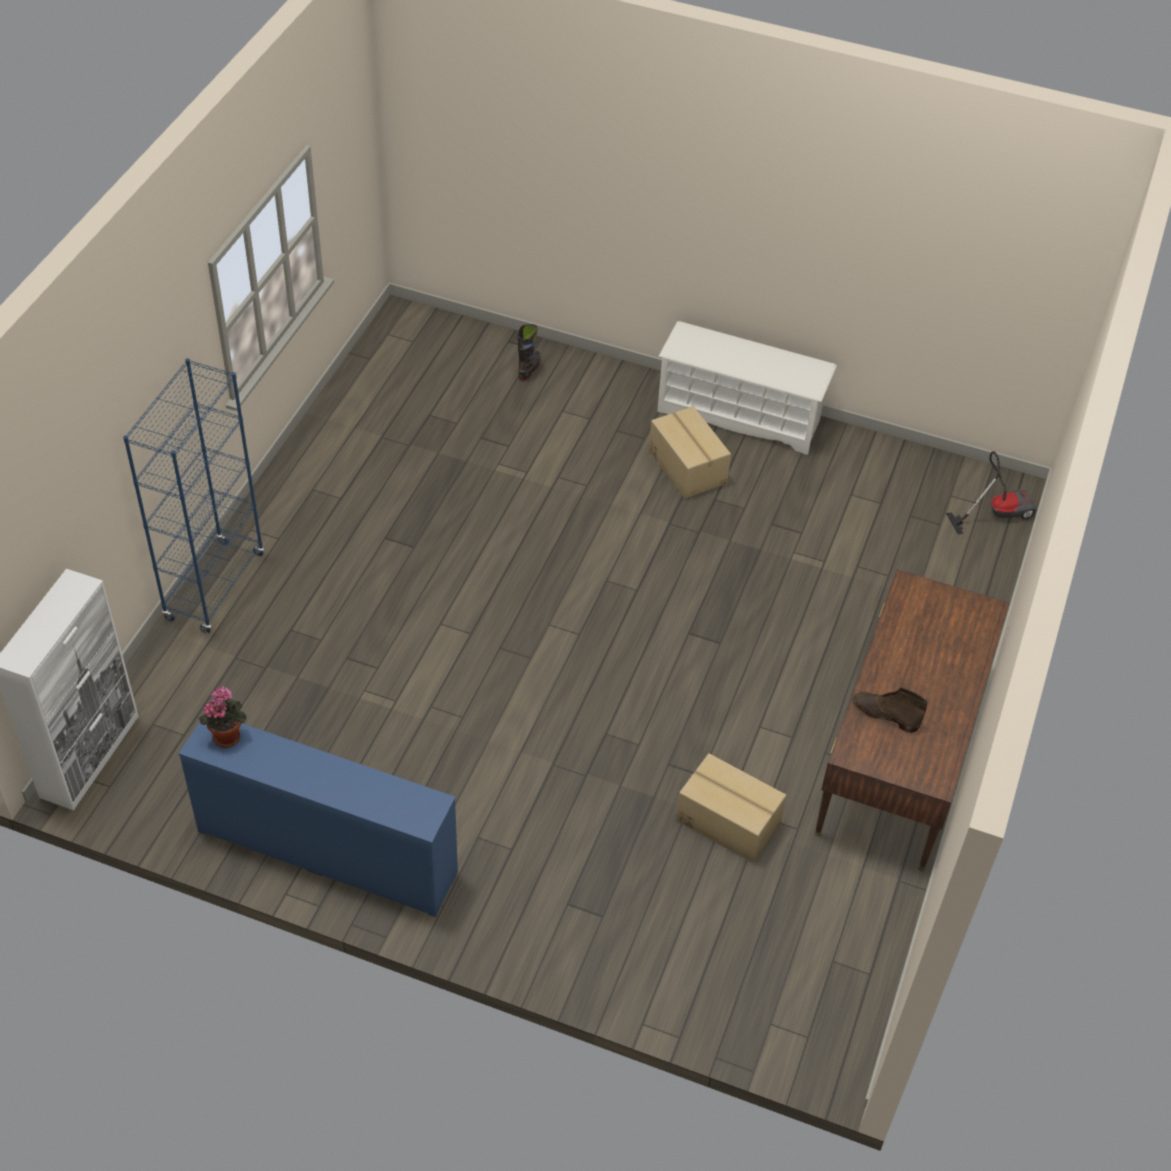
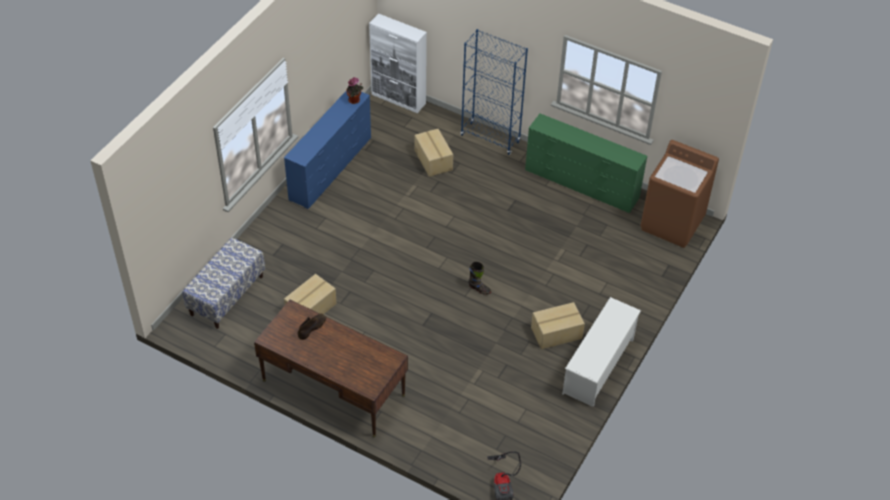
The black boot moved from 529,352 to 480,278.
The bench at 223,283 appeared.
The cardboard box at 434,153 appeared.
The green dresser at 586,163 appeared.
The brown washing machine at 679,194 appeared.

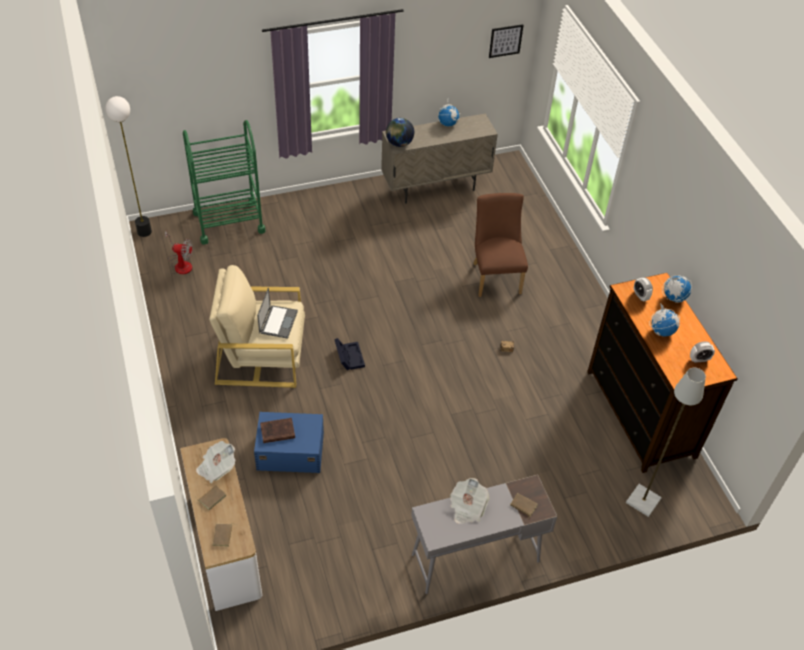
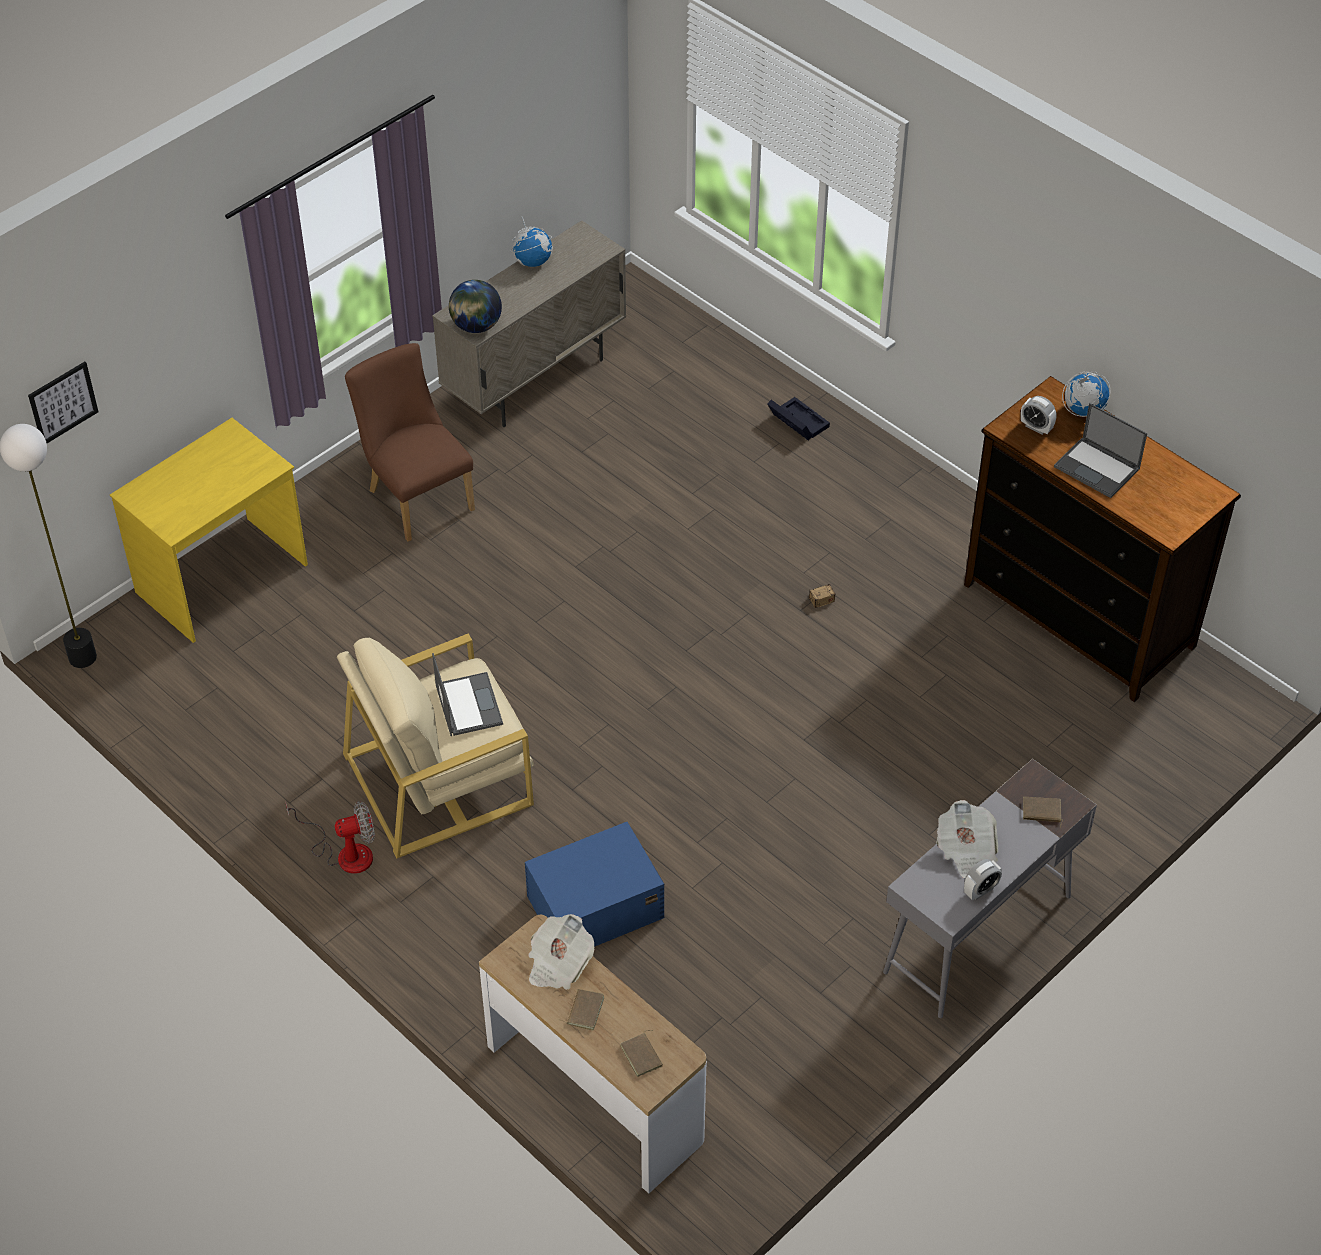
The fan moved from 179,252 to 330,837.
The green cart at 224,182 was replaced by the yellow desk at 209,530.
The brown book at 277,430 disappeared.
The black storage box moved from 350,354 to 798,419.
The brown chair moved from 500,245 to 410,442.
The picture moved from 506,41 to 63,402.
The grey floor lamp at 666,442 disappeared.
The globe at 664,319 was replaced by the laptop at 1100,450.
The alarm clock moved from 702,352 to 983,879.

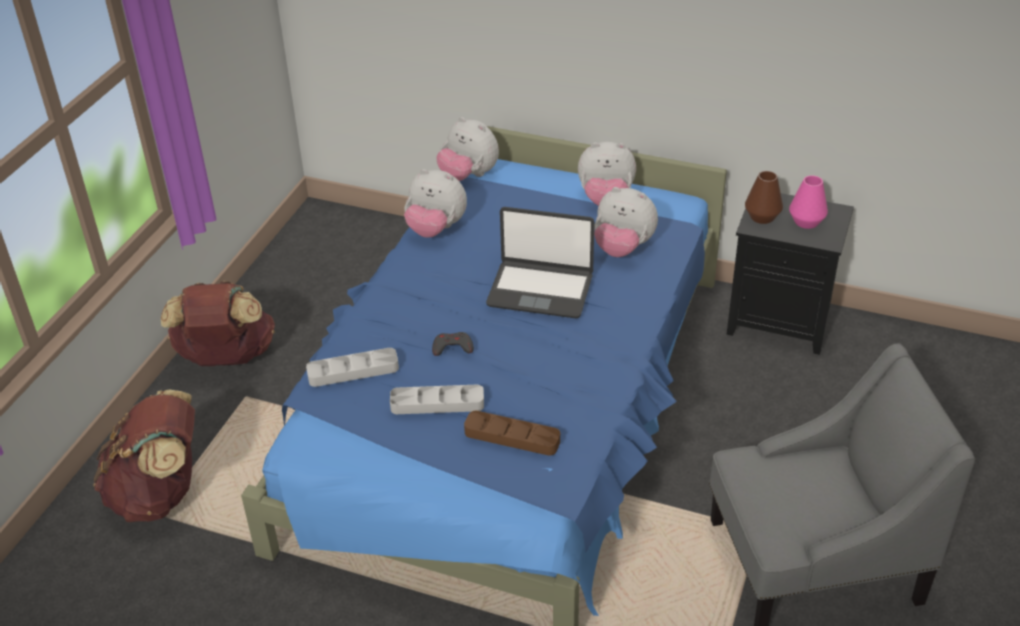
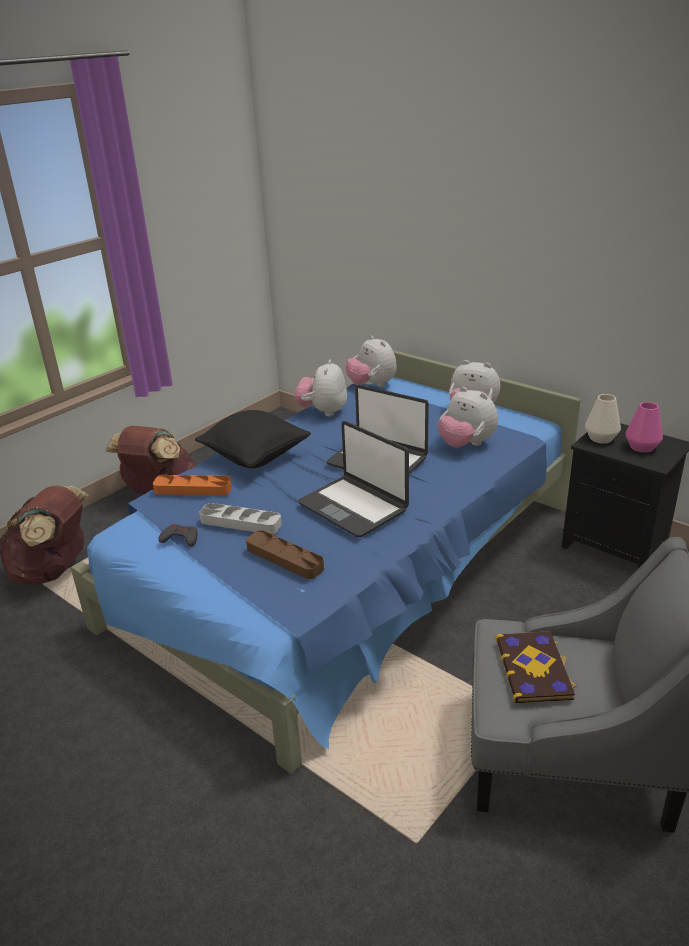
The grey tray at 352,367 became the orange tray at 192,485.
The plush toy at 435,203 turned 60 degrees clockwise.
The grey game controller moved from 453,344 to 178,535.
The brown vase at 764,197 became the white vase at 603,419.
The black pillow at 253,439 appeared.
The laptop at 353,479 appeared.
The book at 536,667 appeared.

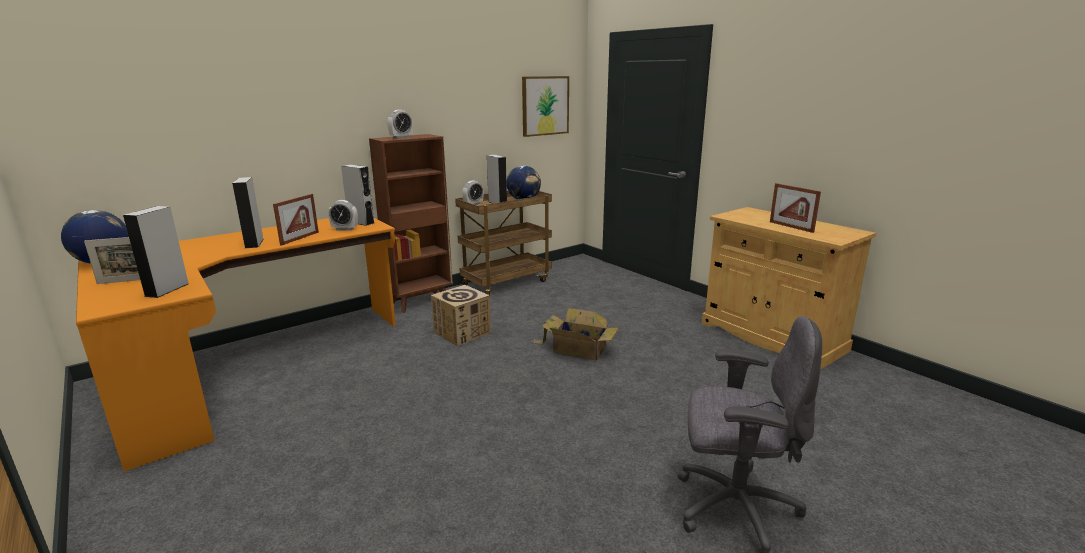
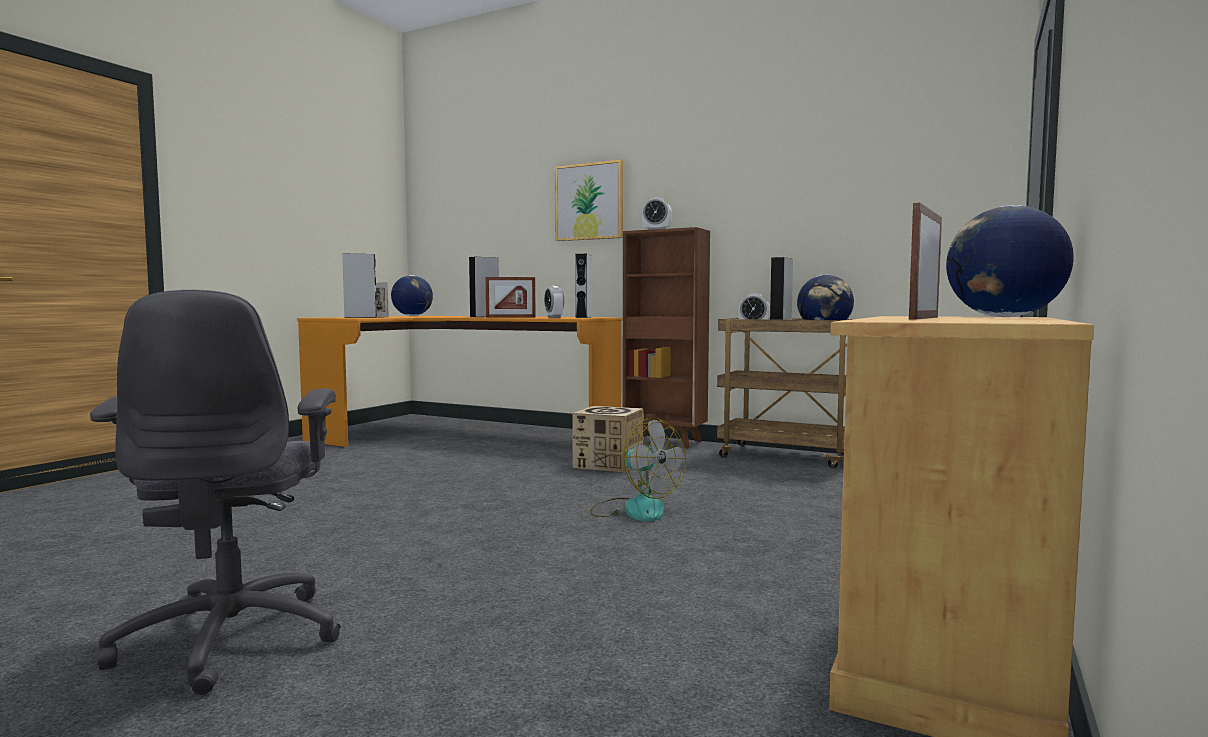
The picture moved from 545,106 to 589,200.
The cardboard box at 575,334 was replaced by the fan at 638,470.
The globe at 1010,261 appeared.

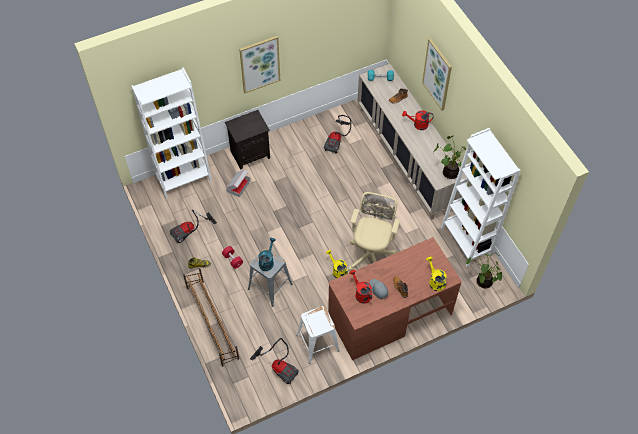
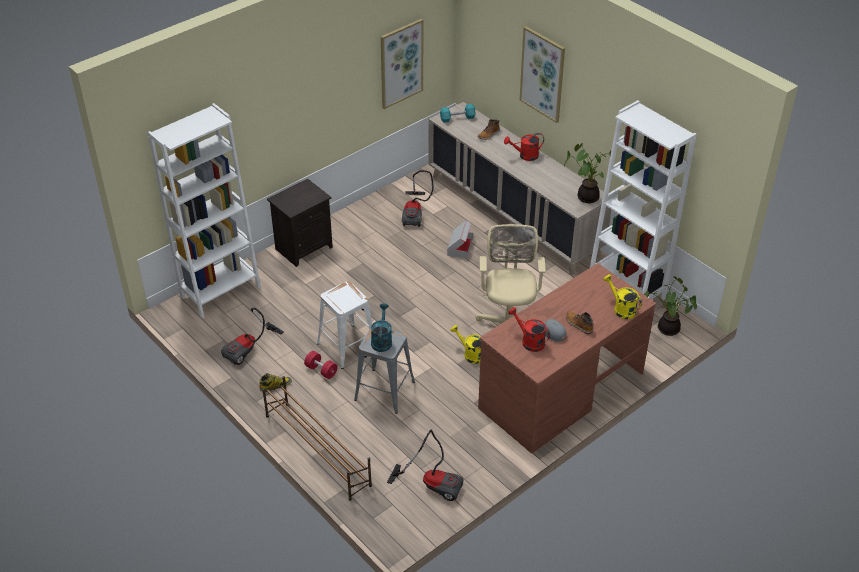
The cardboard box moved from 238,183 to 460,239.
The picture moved from 259,64 to 402,64.
The white stool moved from 318,334 to 344,325.

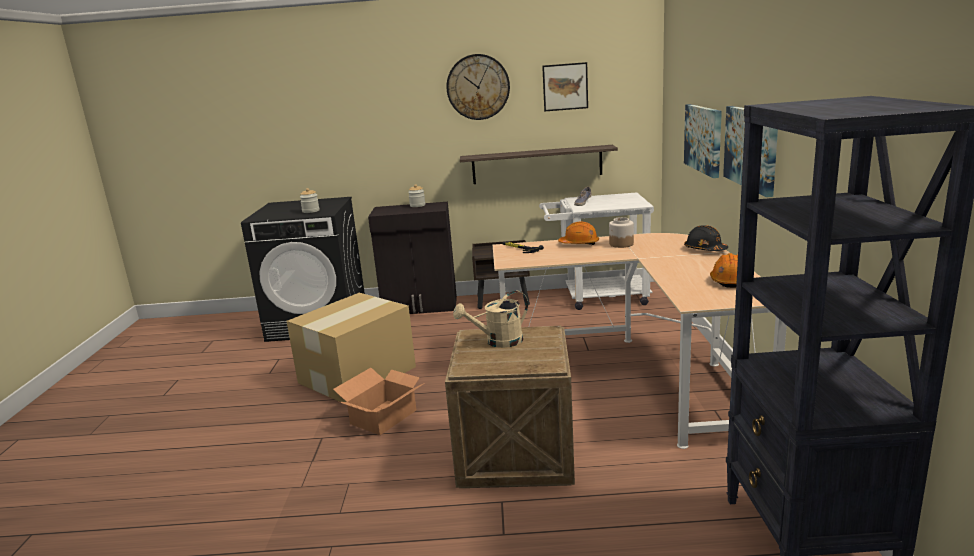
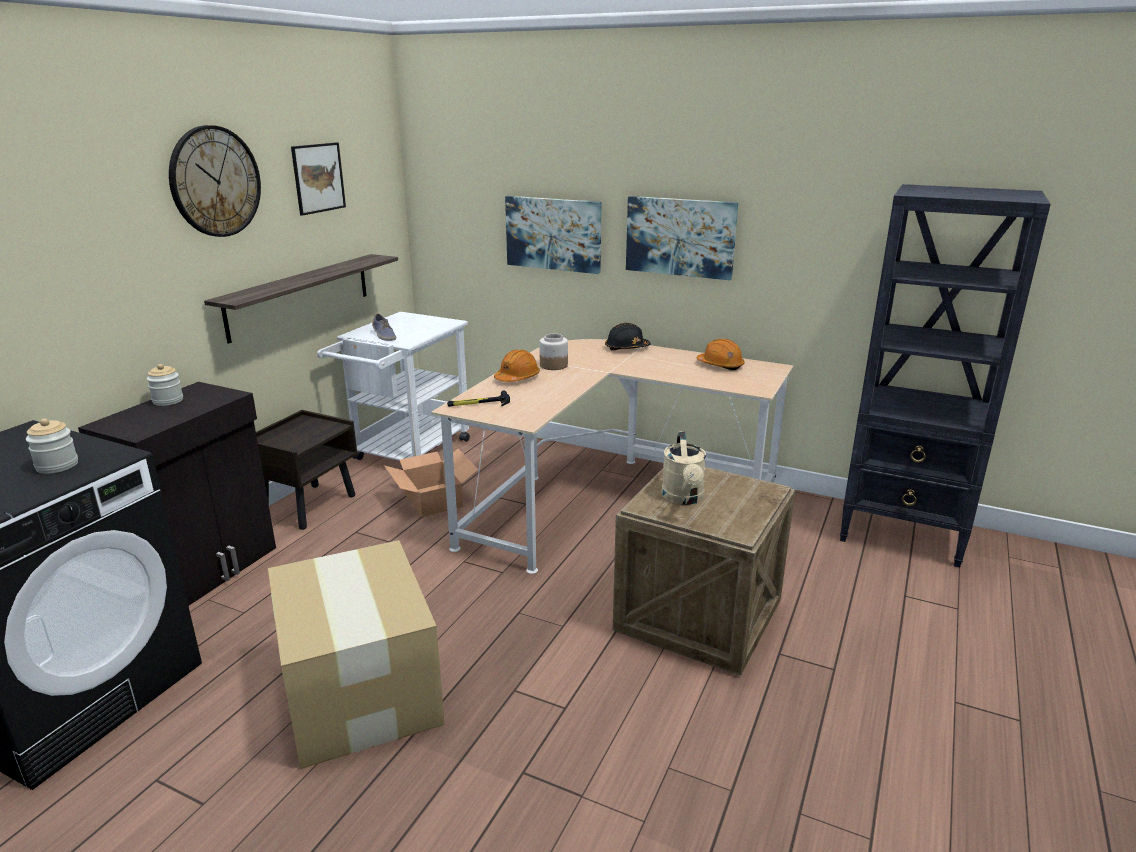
The cardboard box moved from 379,401 to 431,483.

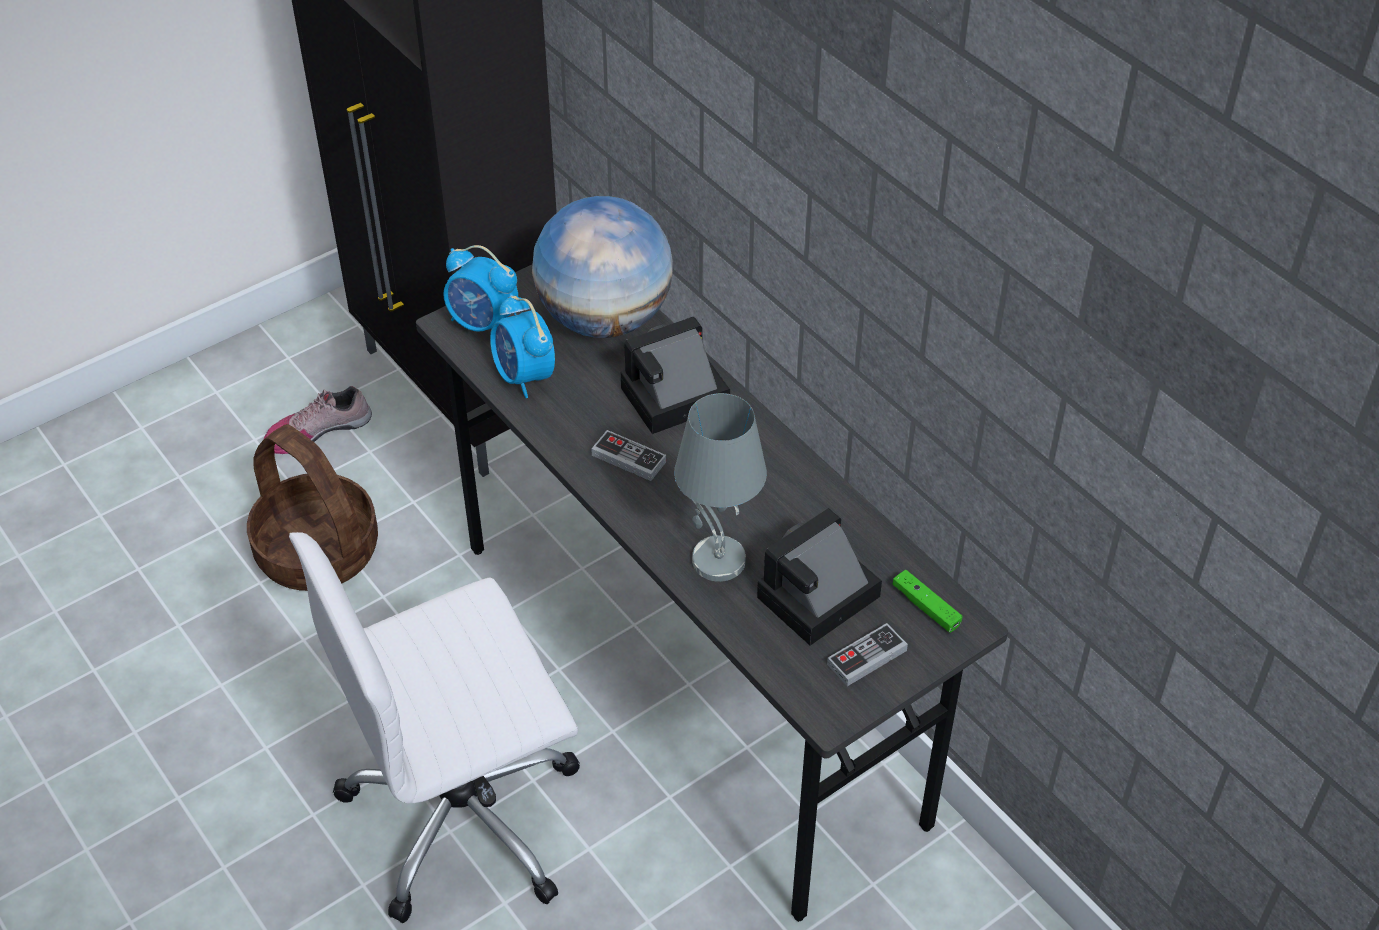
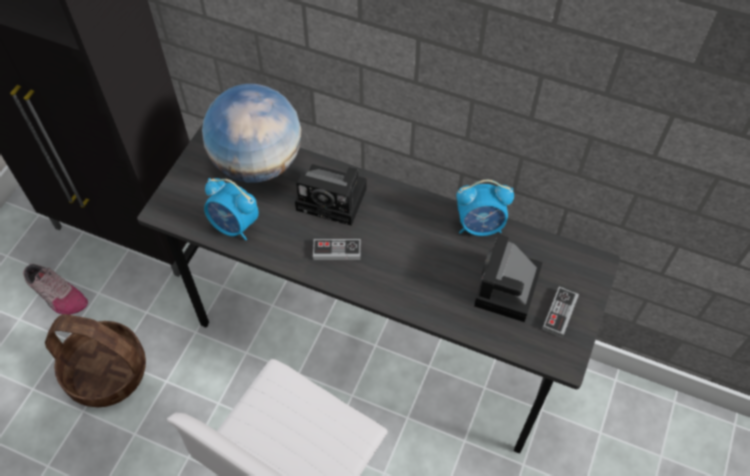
The shoe at 318,420 turned 90 degrees counterclockwise.
The alarm clock moved from 480,288 to 485,208.
The photo camera at 675,375 turned 105 degrees counterclockwise.
The grey table lamp at 720,487 disappeared.
The green game controller at 927,601 disappeared.

